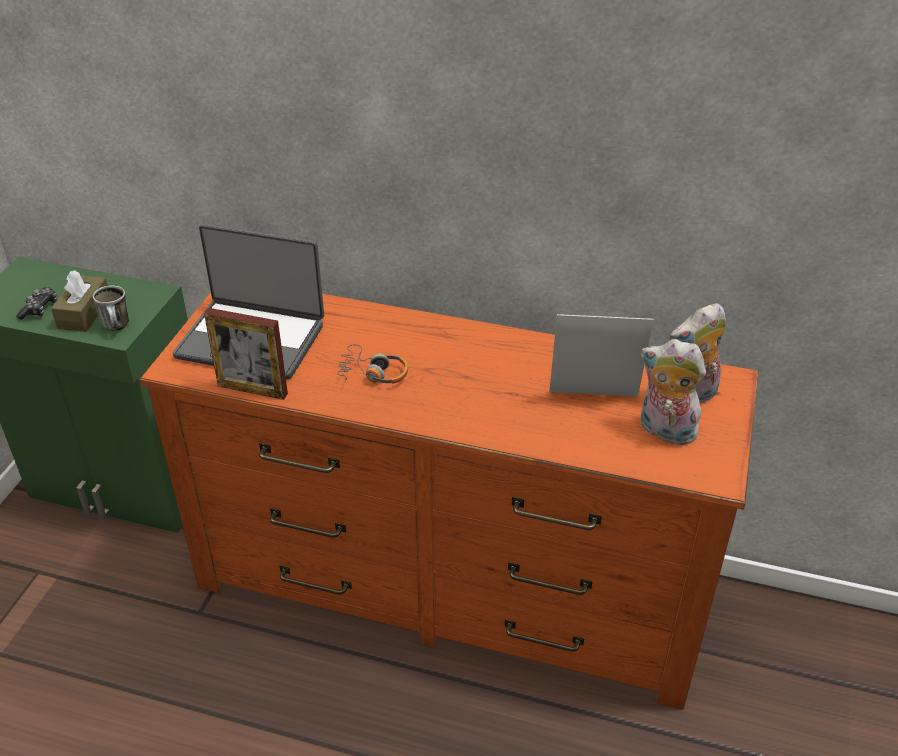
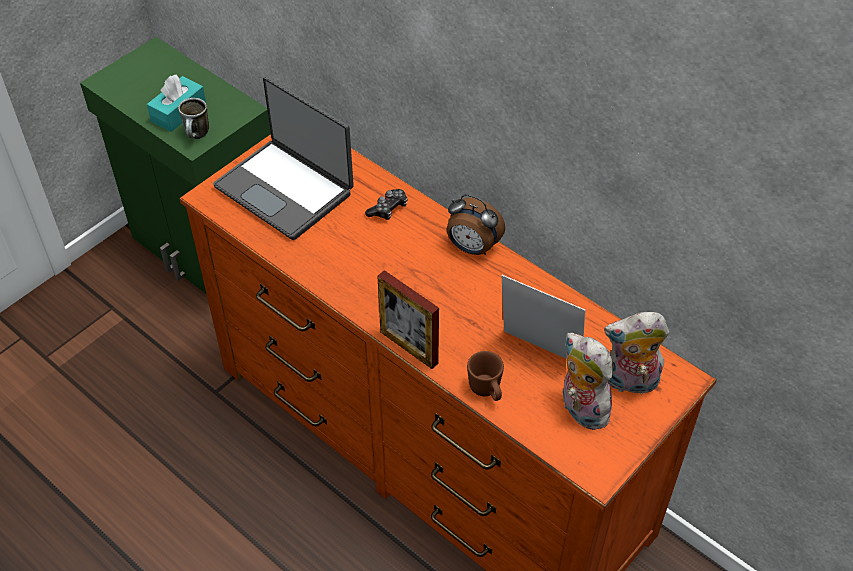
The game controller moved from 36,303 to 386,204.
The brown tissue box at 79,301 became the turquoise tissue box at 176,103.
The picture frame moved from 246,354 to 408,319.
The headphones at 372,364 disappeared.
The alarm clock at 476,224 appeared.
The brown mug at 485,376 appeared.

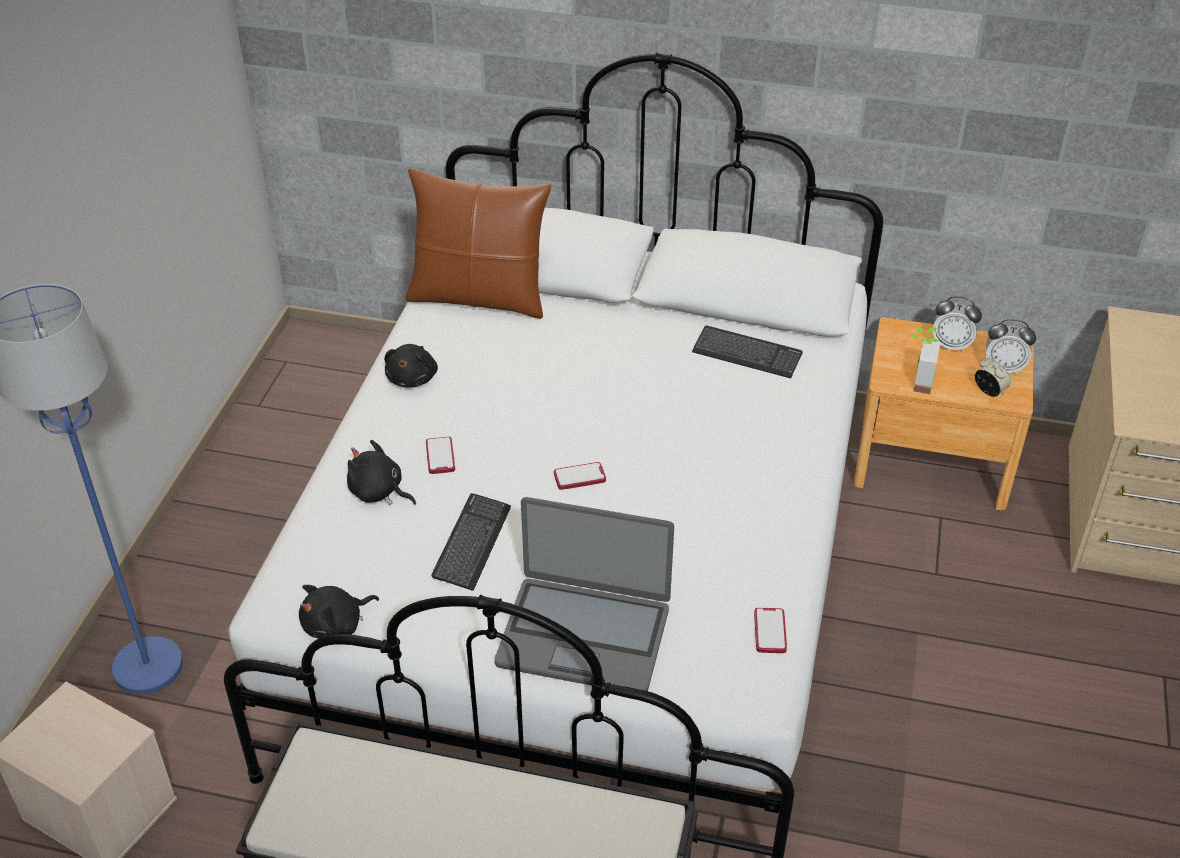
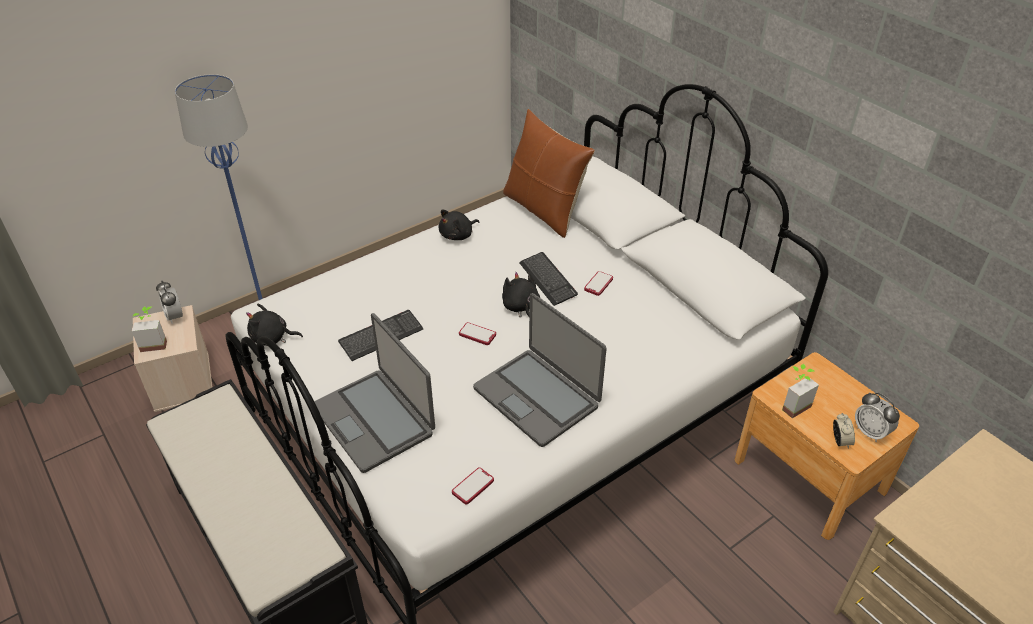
The black plush toy moved from 381,472 to 521,294.
The phone moved from 440,455 to 598,283.
The keyboard moved from 747,352 to 548,279.
The alarm clock moved from 957,324 to 169,302.
The potted plant at 149,329 appeared.
The laptop at 540,370 appeared.

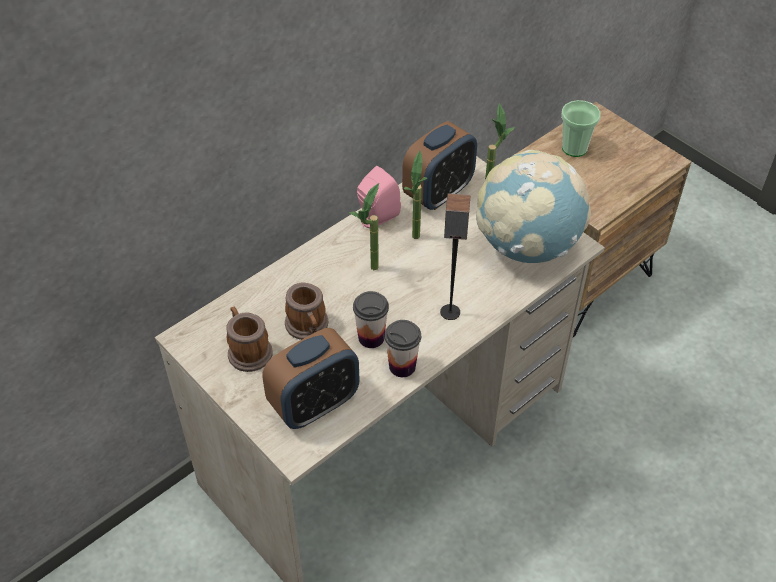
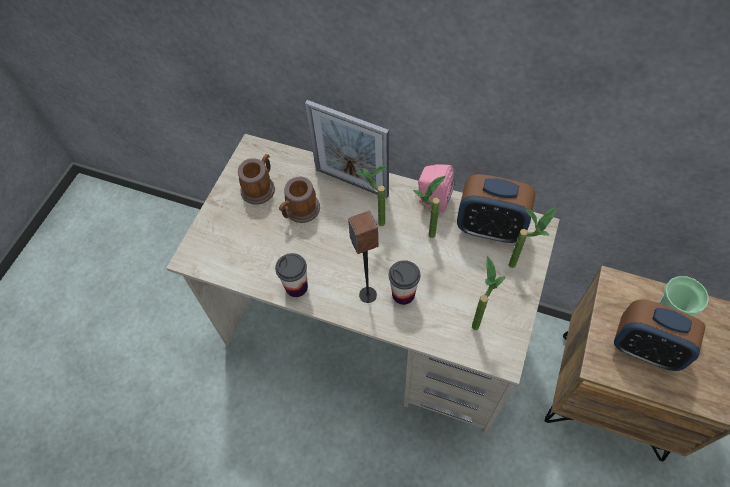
The alarm clock moved from 311,378 to 660,335.
The cup moved from 371,319 to 404,282.
The globe at 533,206 was replaced by the potted plant at 489,293.
The picture frame at 347,149 appeared.

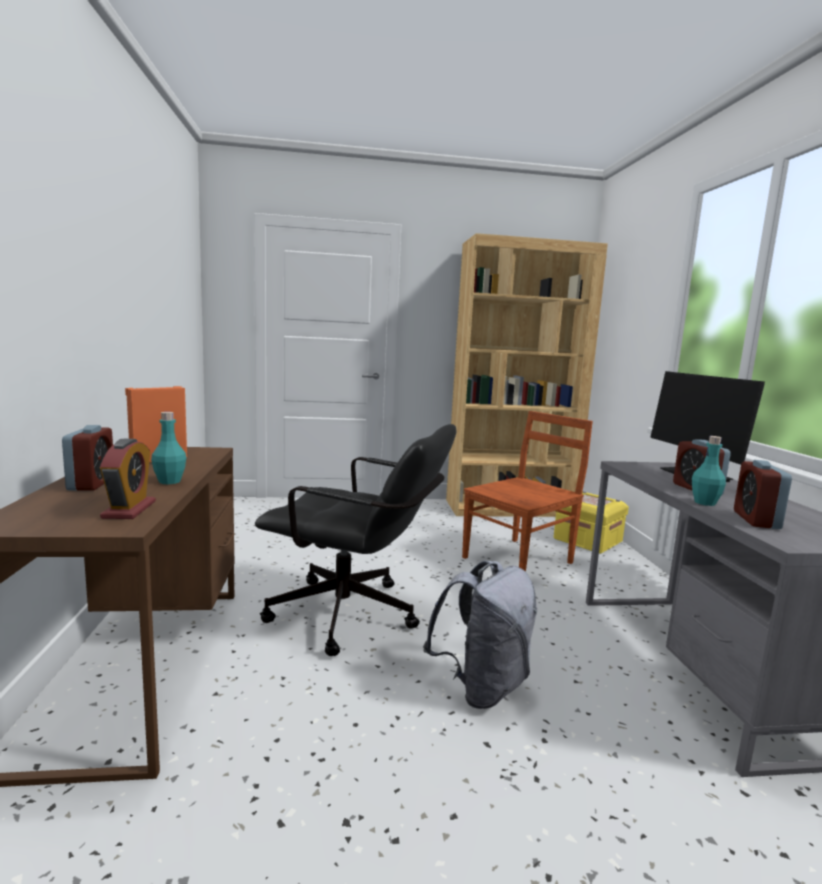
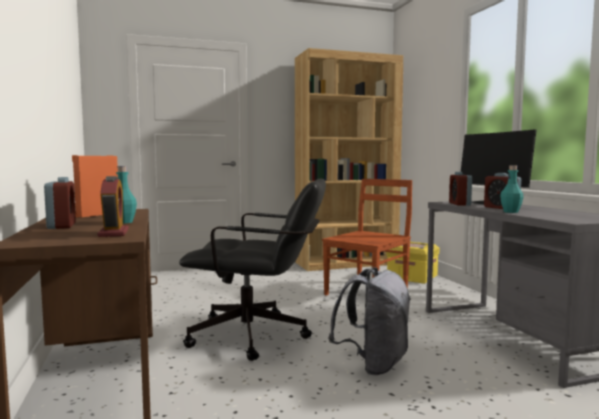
The alarm clock moved from 763,494 to 460,189.

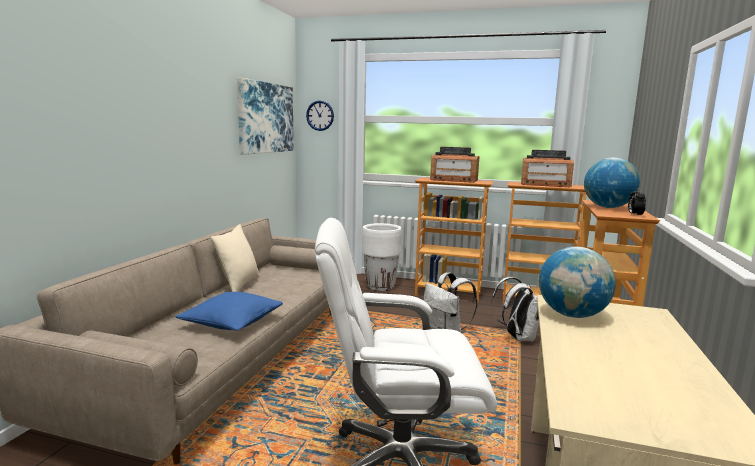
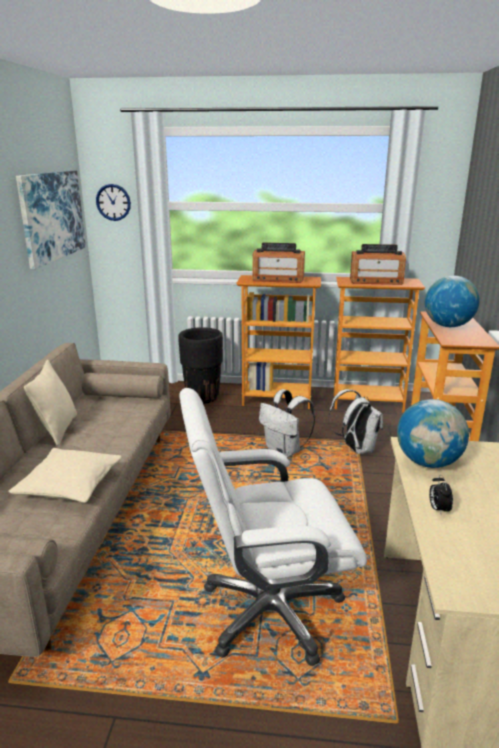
The blue pillow at 229,311 became the beige pillow at 65,475.
The white planter at 382,257 became the black planter at 201,365.
The alarm clock moved from 637,201 to 441,494.

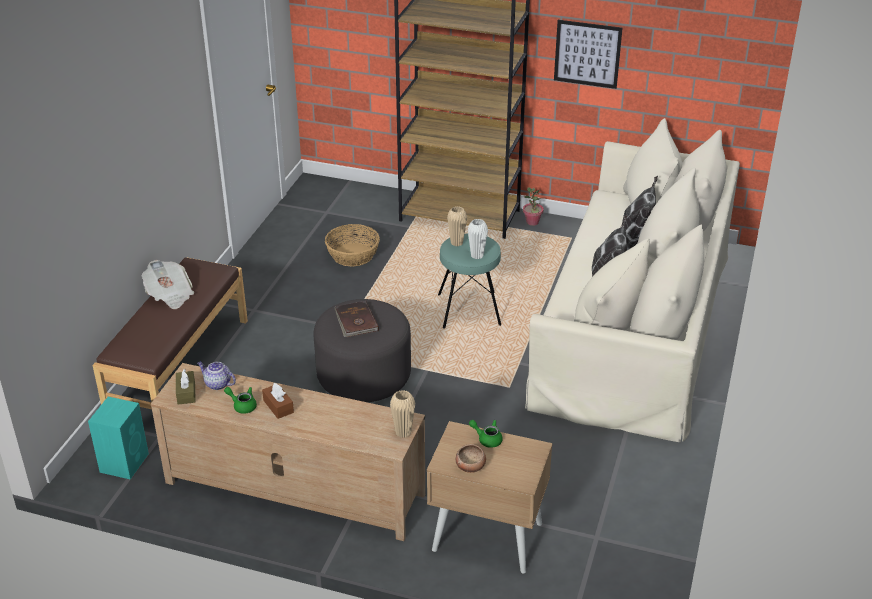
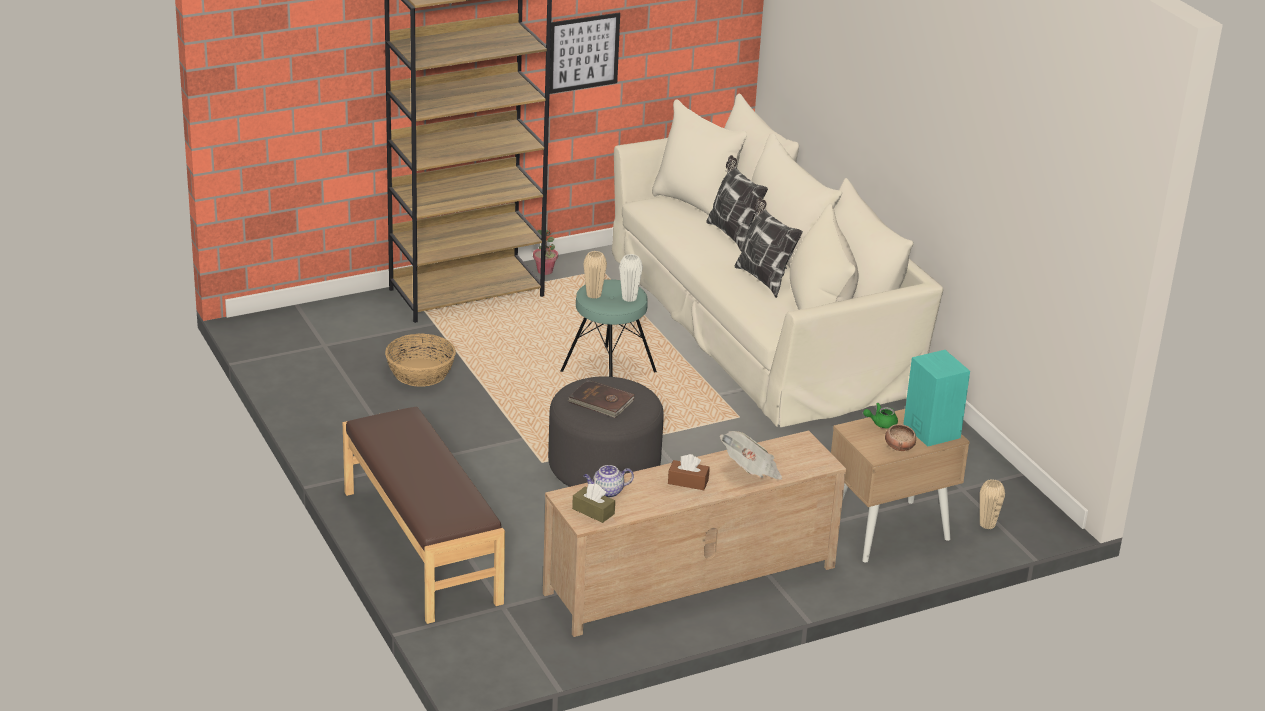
The turquoise speaker moved from 118,438 to 936,398.
The newspaper moved from 168,284 to 751,455.
The green teapot at 240,400 disappeared.
The beige vase moved from 402,414 to 992,504.

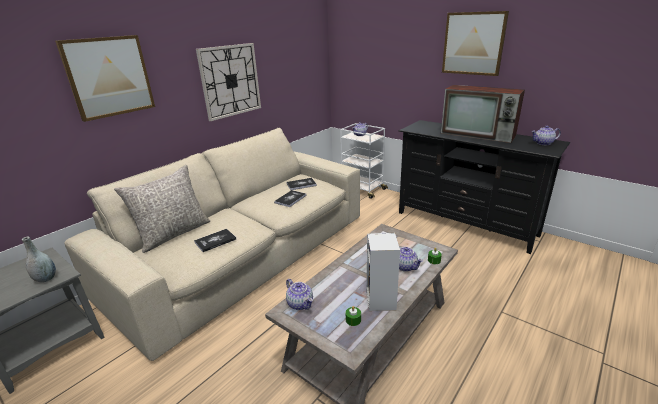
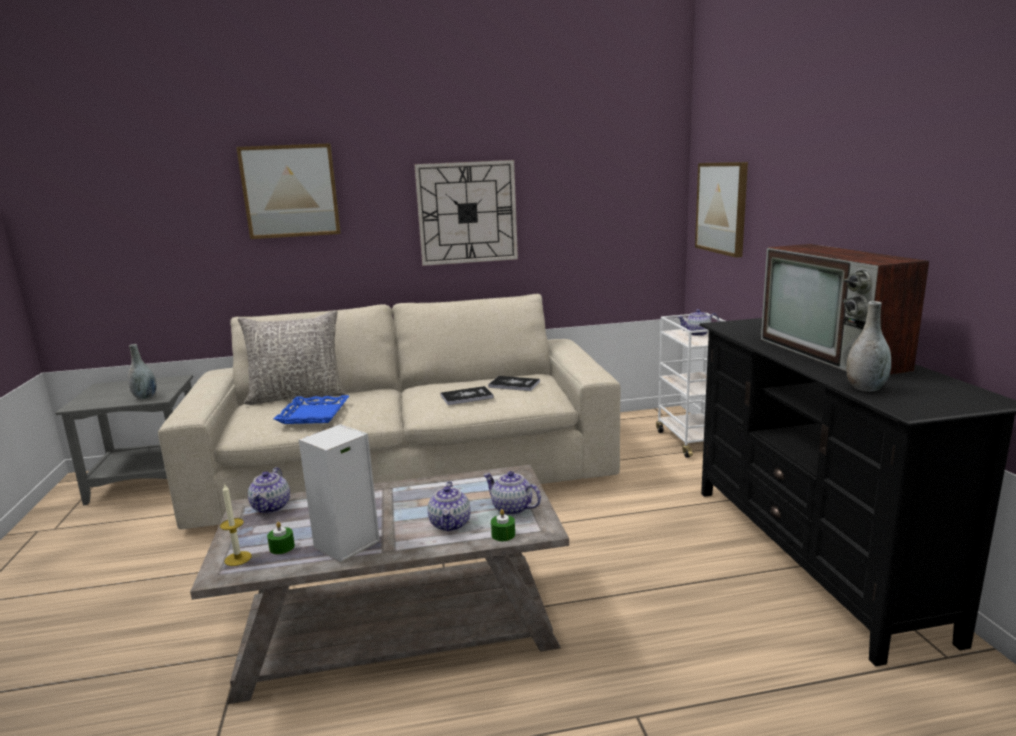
The book at 215,240 was replaced by the blue tray at 311,409.
The picture moved from 475,43 to 721,210.
The teapot moved from 546,135 to 512,493.
The candle at 236,524 appeared.
The grey vase at 868,346 appeared.

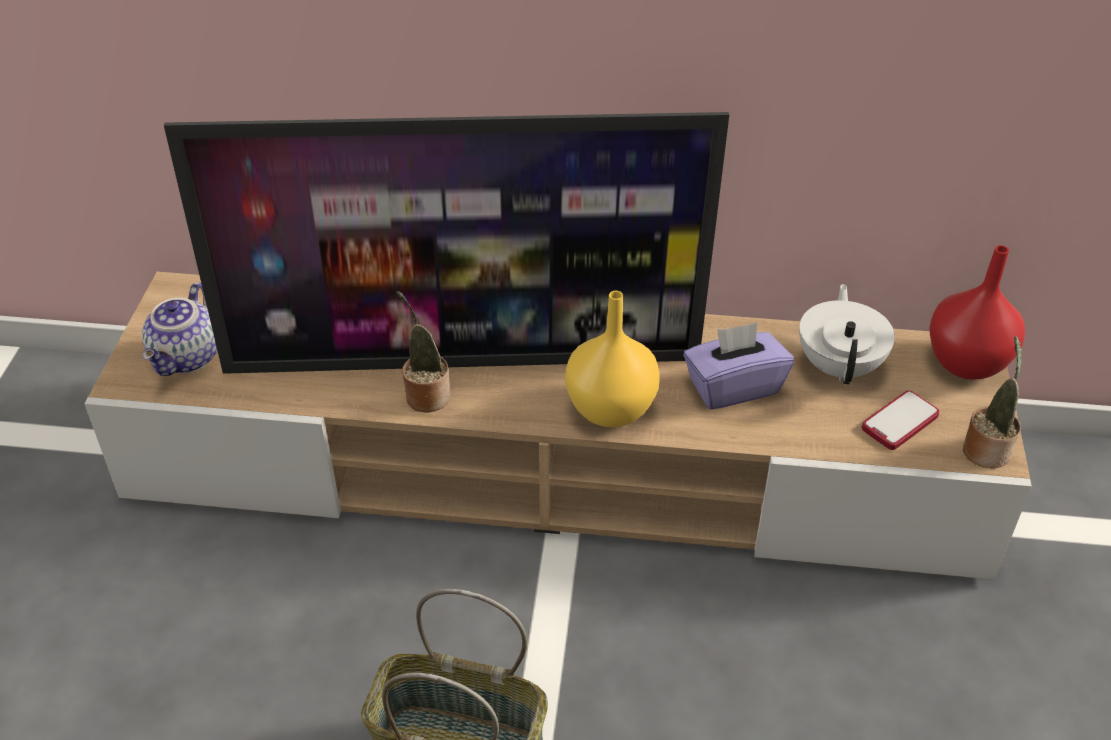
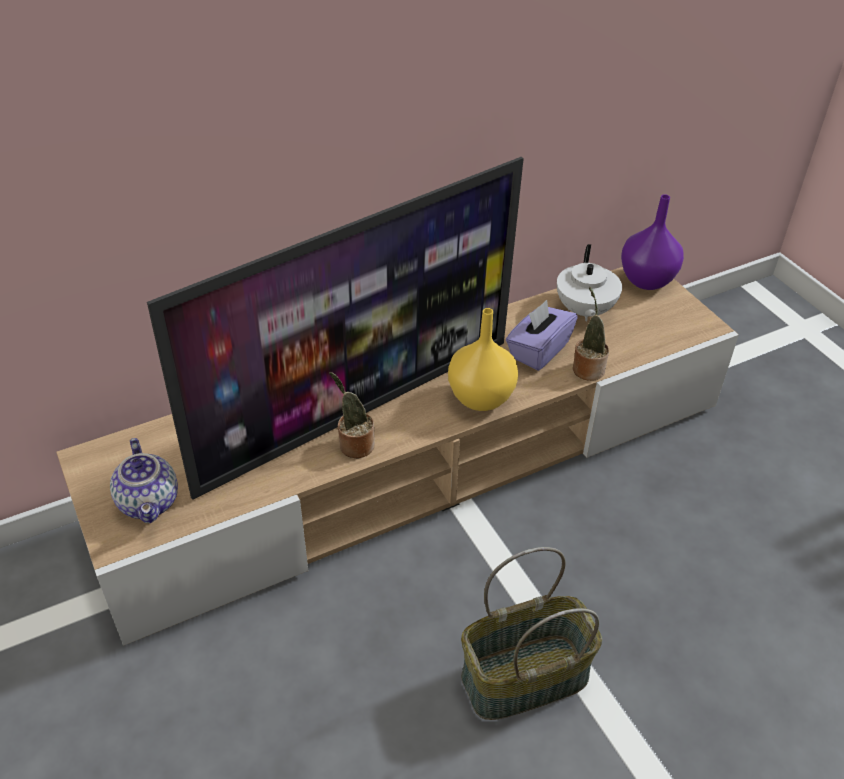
The white teapot at 847,334 turned 150 degrees counterclockwise.
The phone at 901,420 disappeared.
The red vase at 977,312 became the purple vase at 652,242.
The potted plant moved from 992,402 to 591,334.

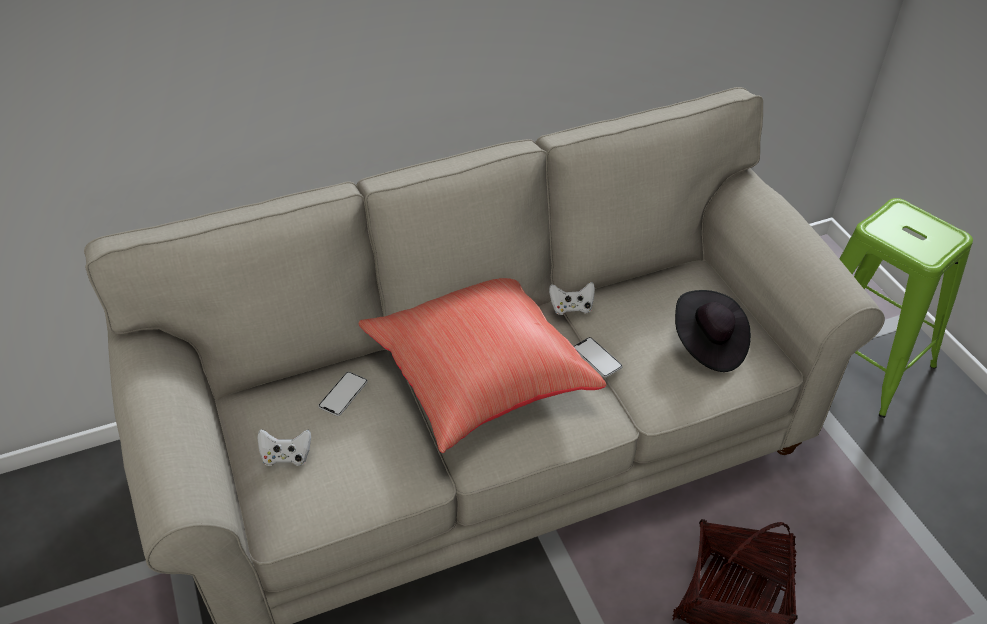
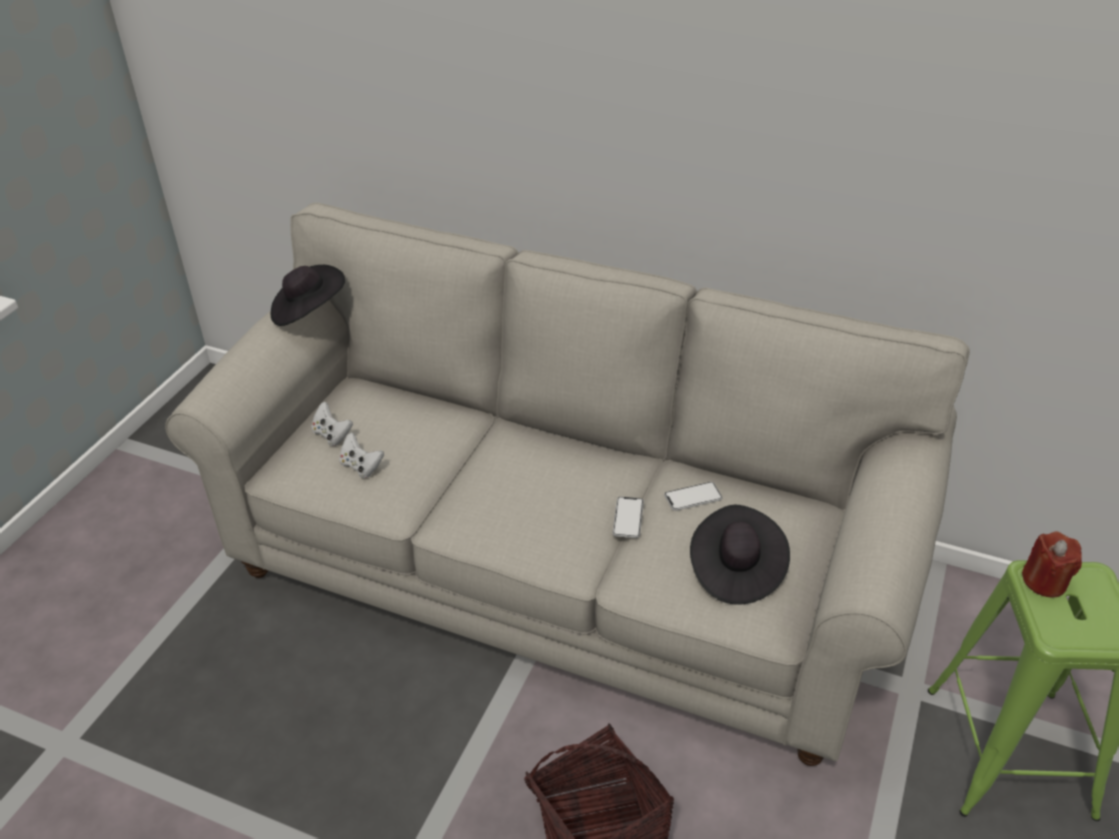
The phone moved from 343,394 to 693,496.
The red pillow at 483,365 disappeared.
The white game controller moved from 572,298 to 361,455.
The black hat at 308,295 appeared.
The red candle at 1052,565 appeared.

